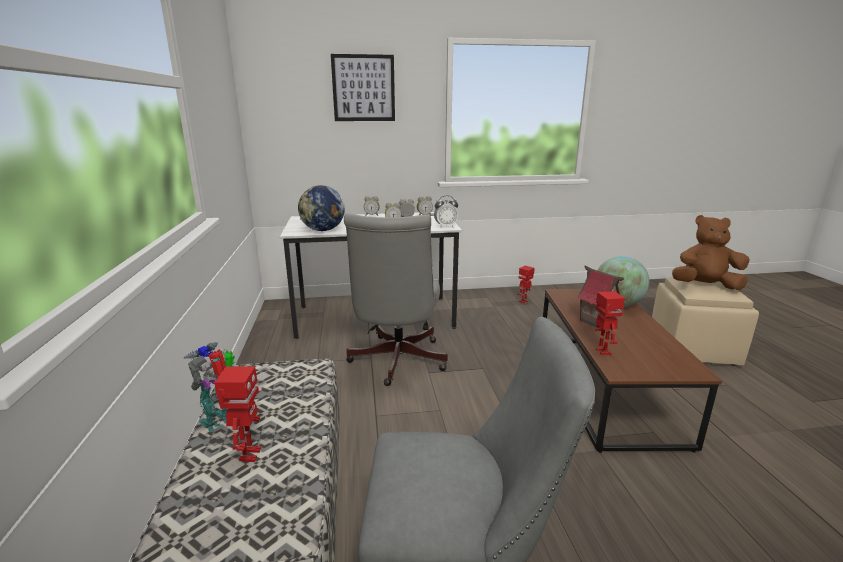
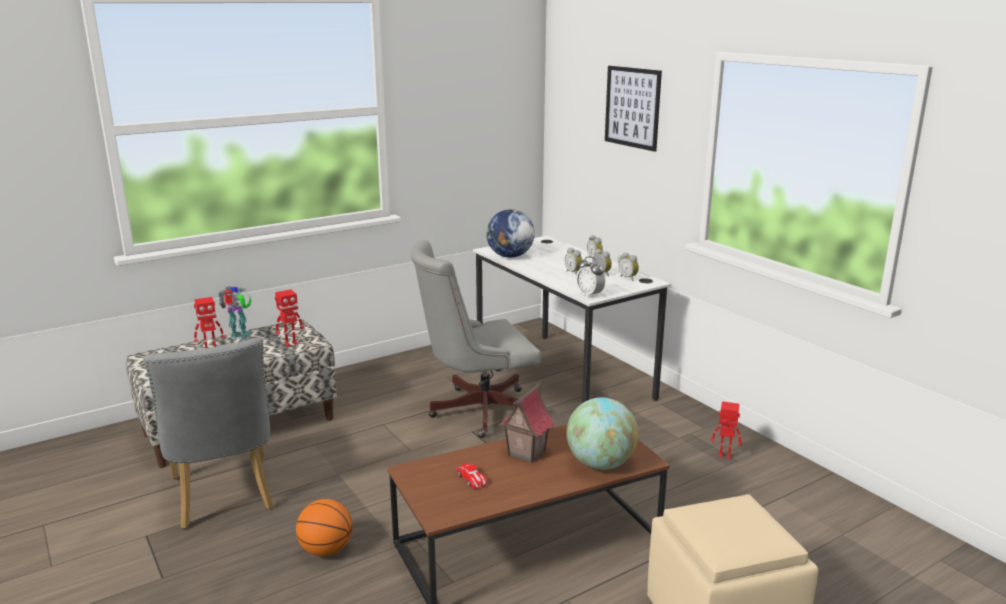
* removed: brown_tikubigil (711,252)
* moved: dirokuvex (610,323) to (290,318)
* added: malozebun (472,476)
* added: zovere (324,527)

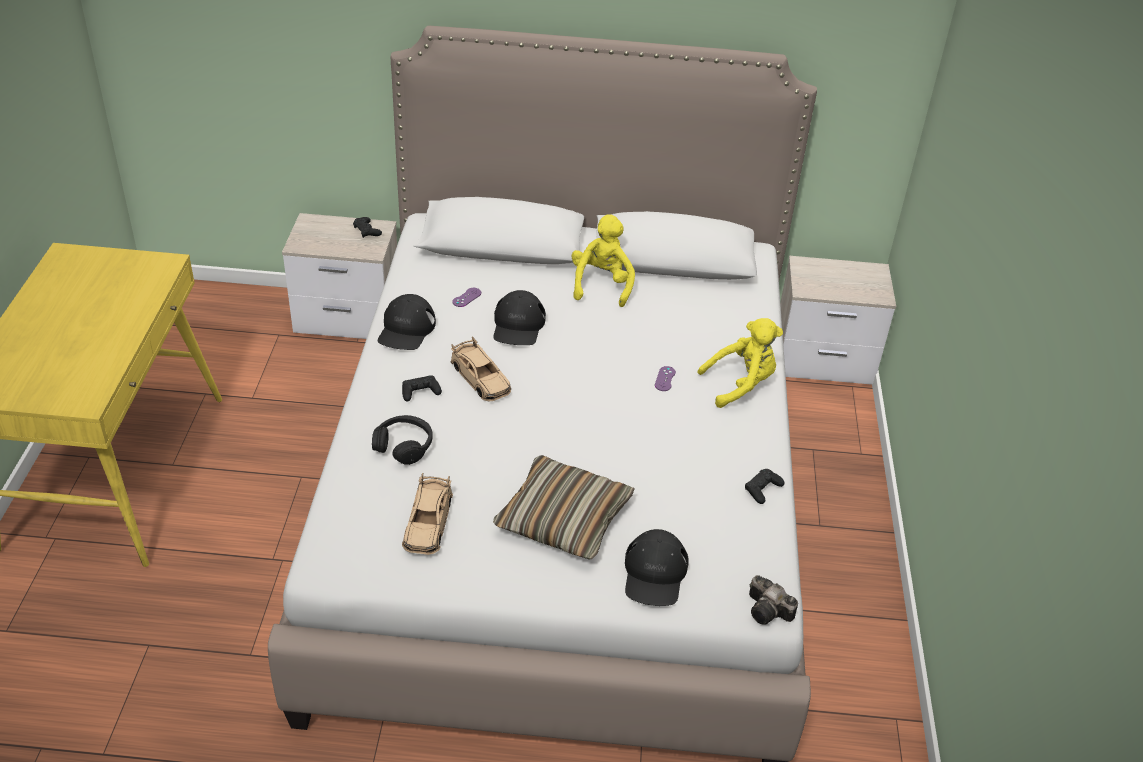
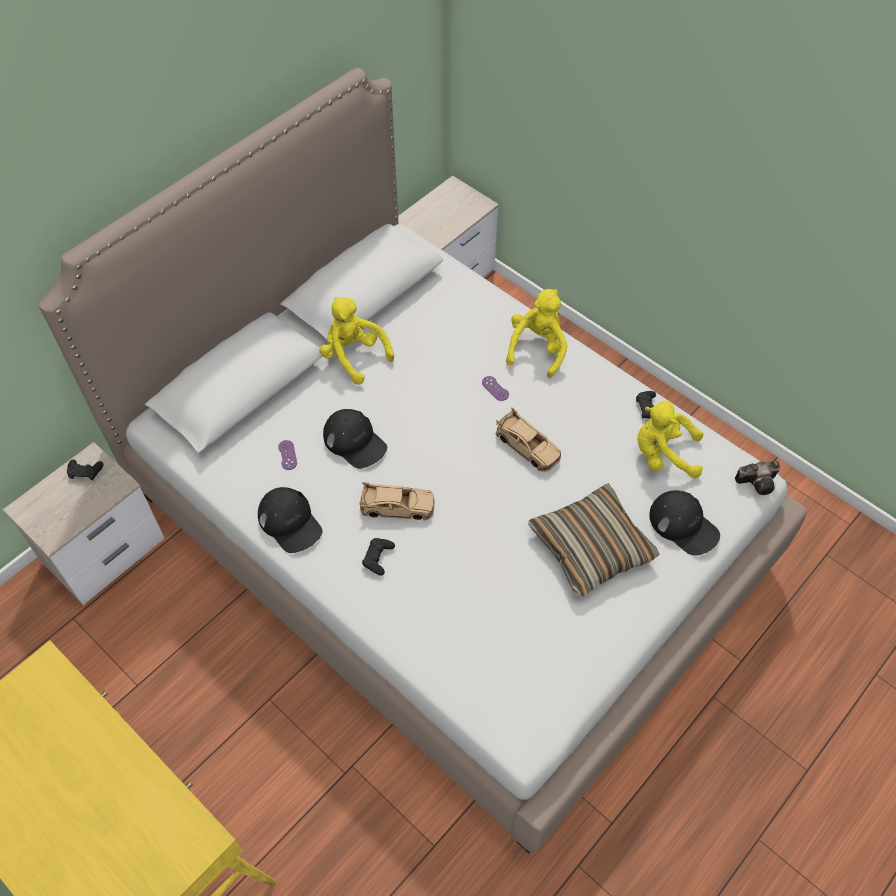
* removed: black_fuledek (402,440)
* moved: beige_malozebun (427,514) to (528,440)
* added: yellow_tikubigil (670,440)

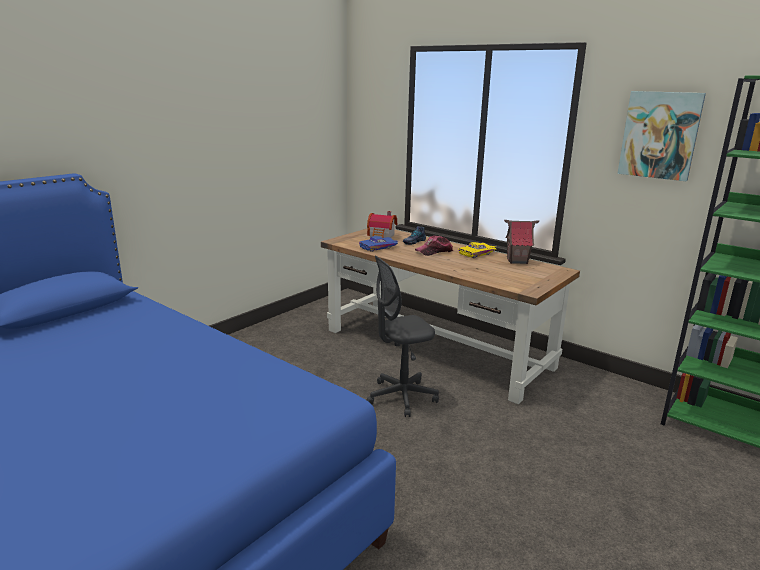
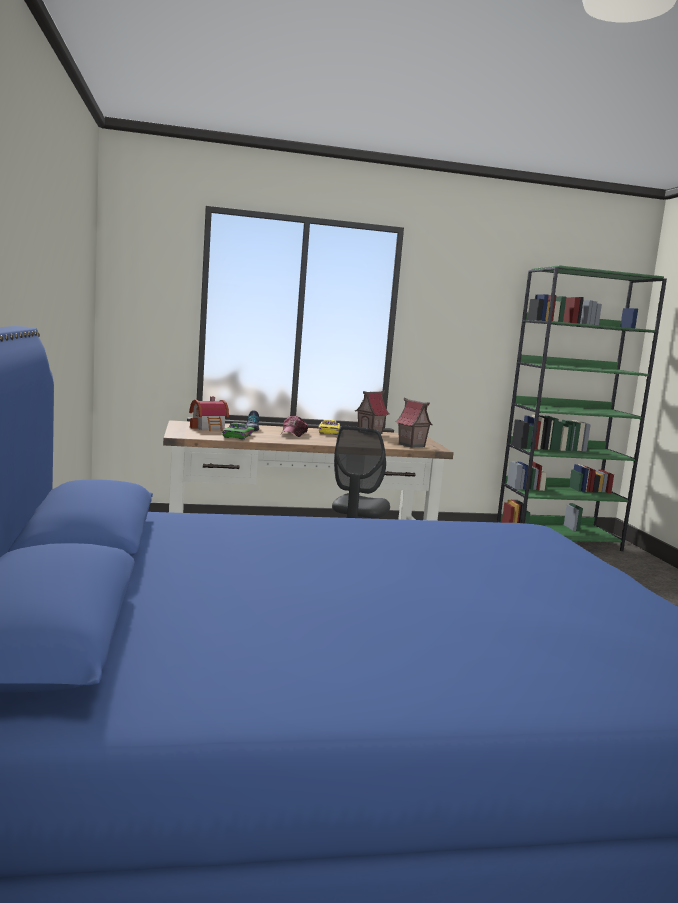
* removed: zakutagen (661,136)
* recoloured: blue_malozebun (378,244) to green_malozebun (238,431)
* added: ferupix (414,423)

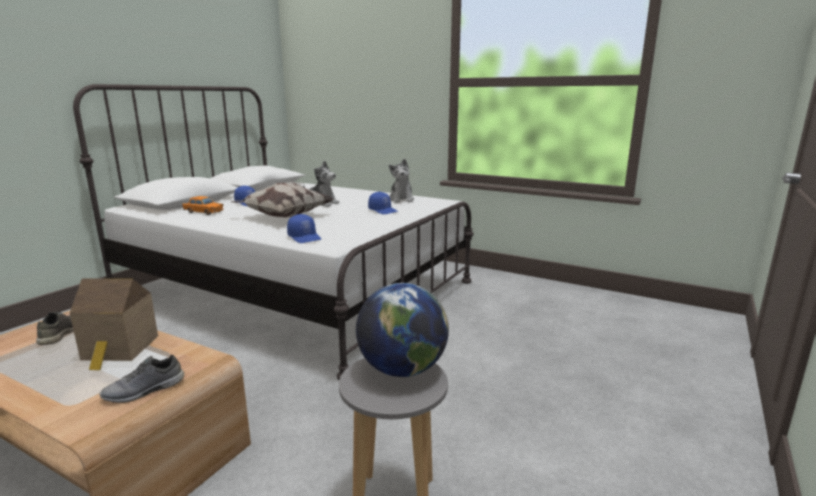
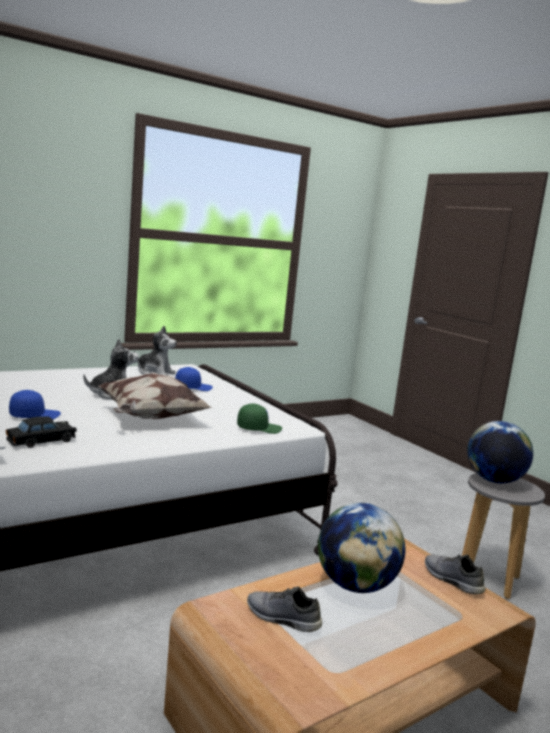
* recoloured: orange_malozebun (203,205) to black_malozebun (41,432)
* recoloured: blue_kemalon (304,228) to green_kemalon (259,419)
* replaced: ferupix (114,324) to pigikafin (361,548)
* turned: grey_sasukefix (141,379) = (455,574) 150 degrees clockwise

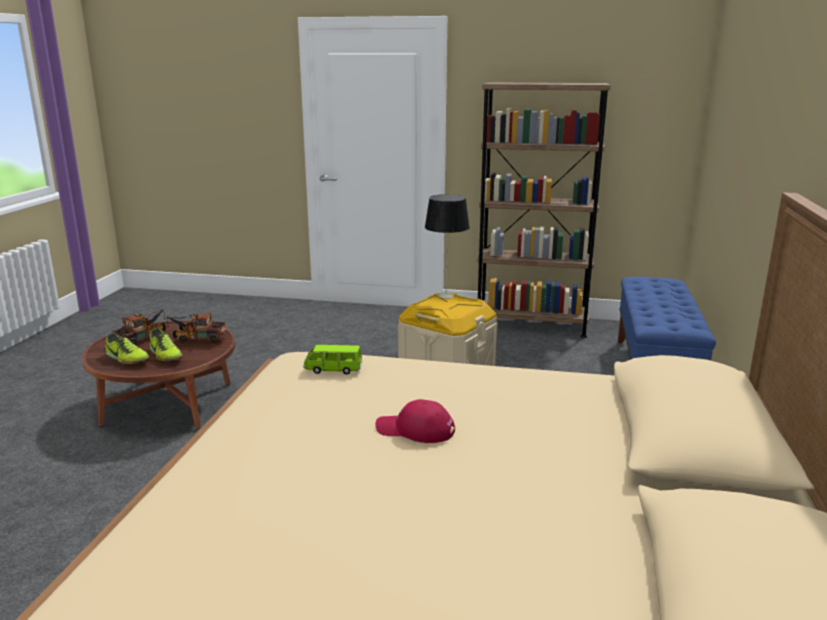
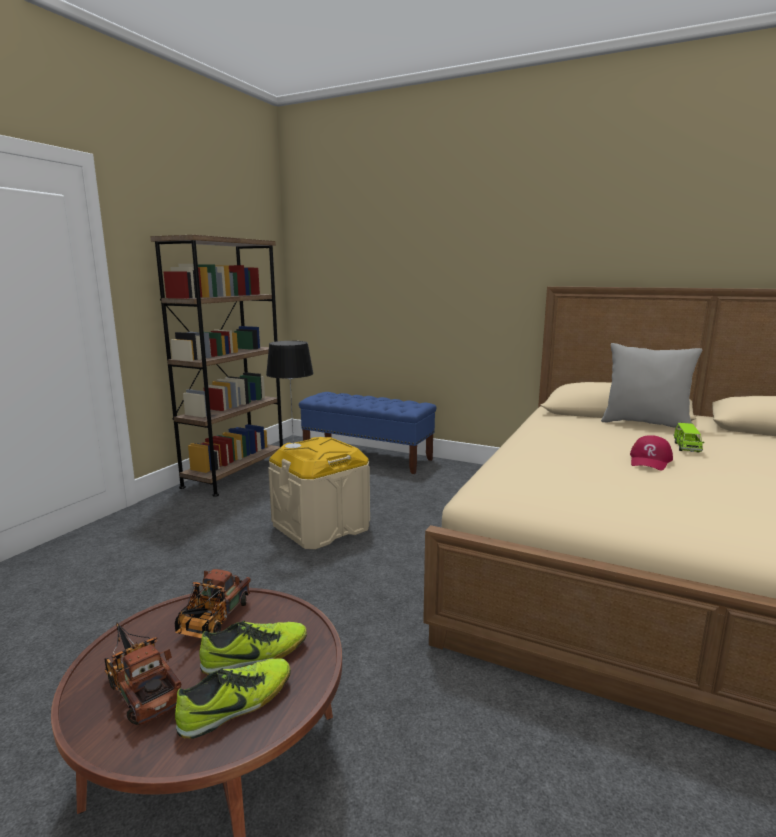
* moved: green_malozebun (333,359) to (689,438)
* added: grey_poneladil (651,386)

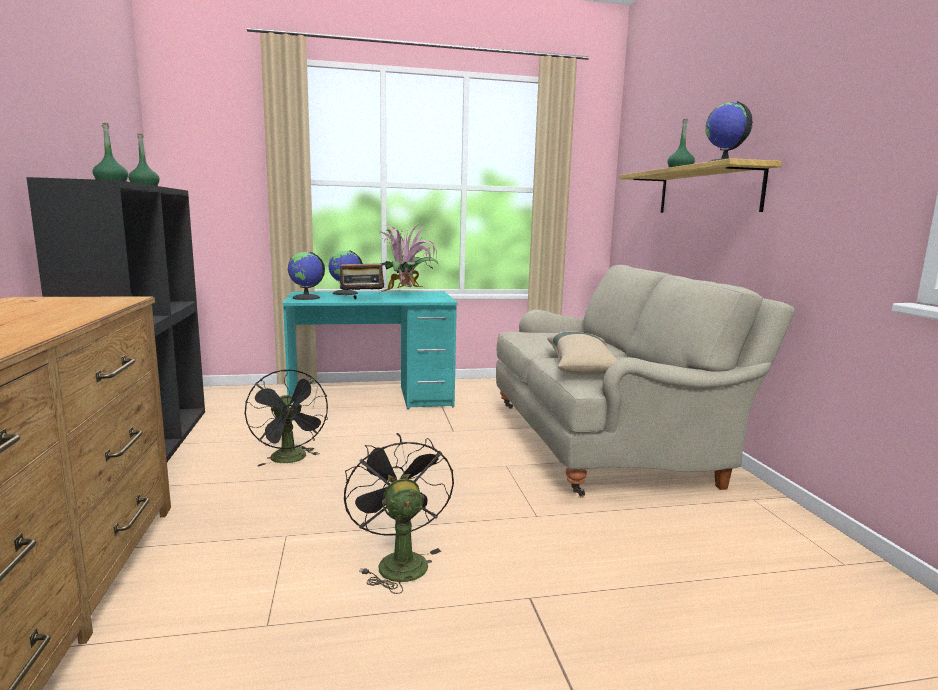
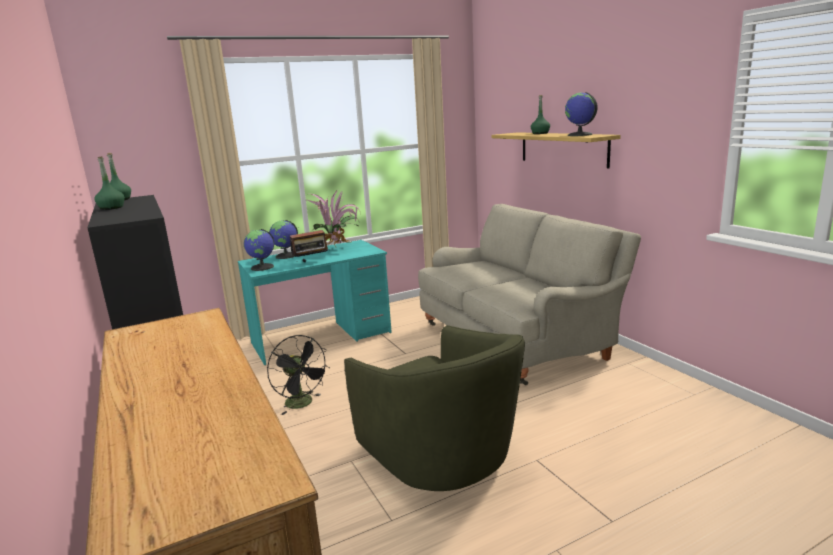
* removed: beige_poneladil (582,353)
* replaced: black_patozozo (399,513) to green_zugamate (434,408)

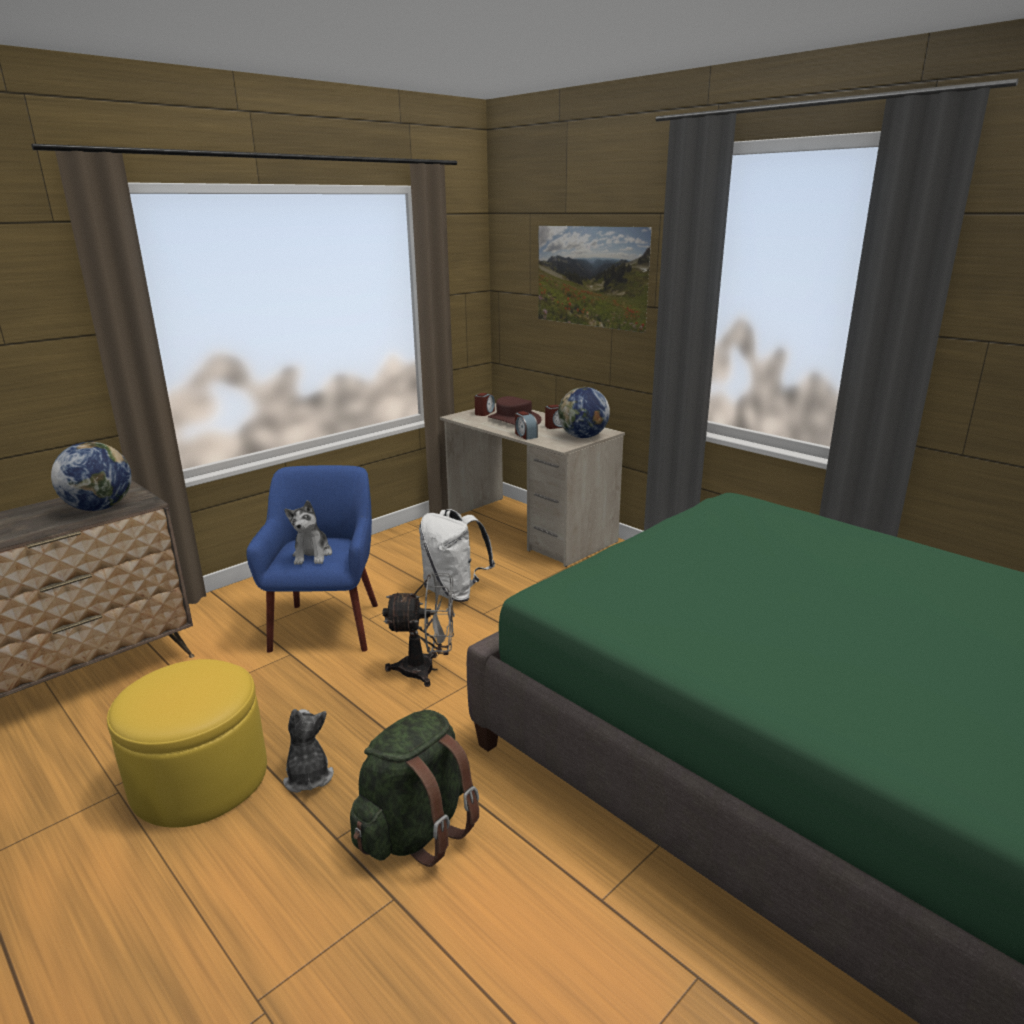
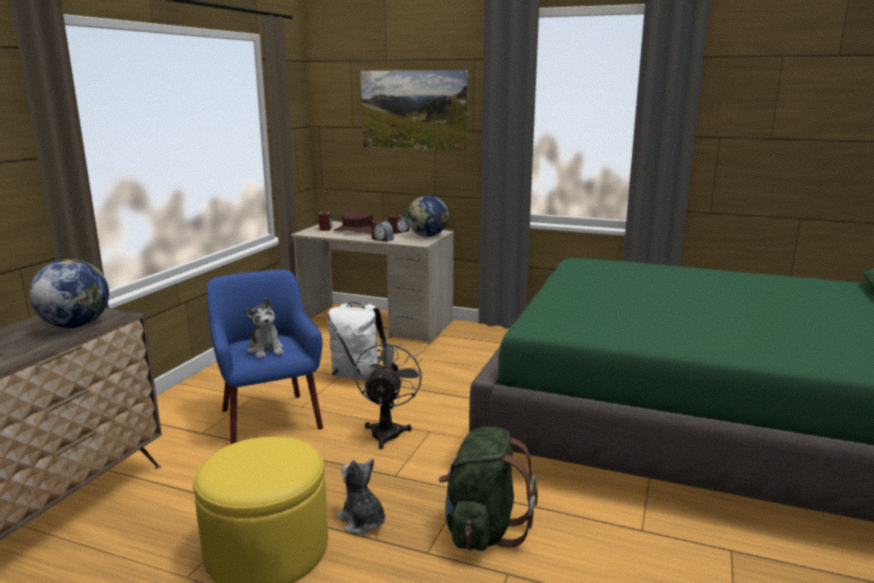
* turned: grey_patozozo (418,629) = (388,394) 60 degrees counterclockwise

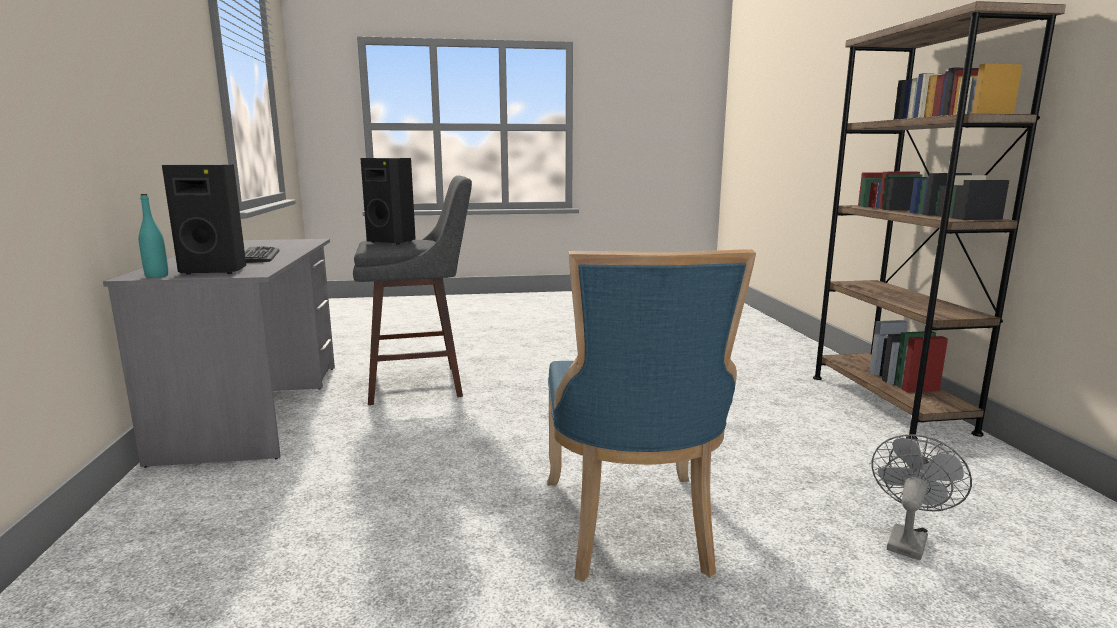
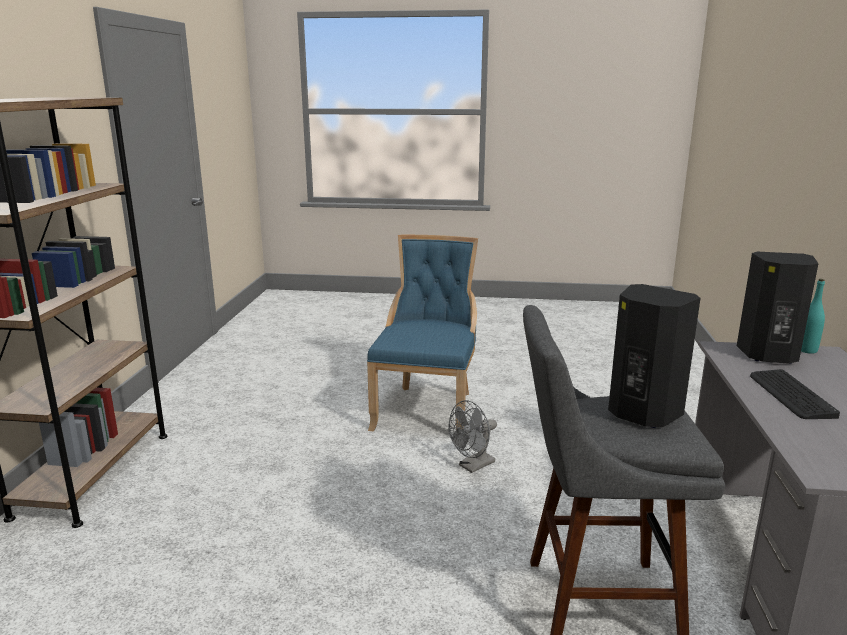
* moved: grey_patozozo (921,497) to (472,436)

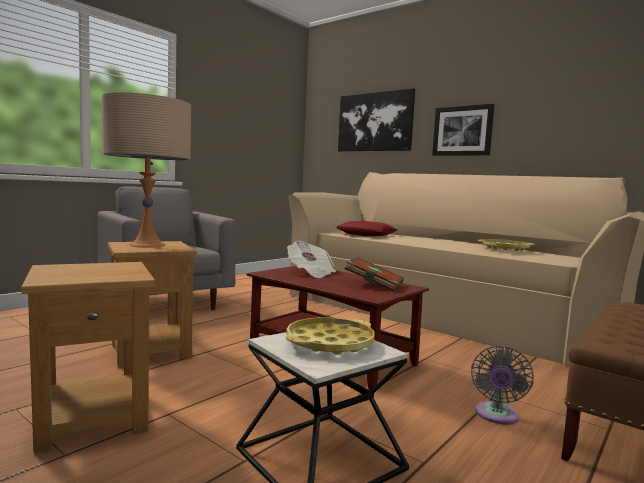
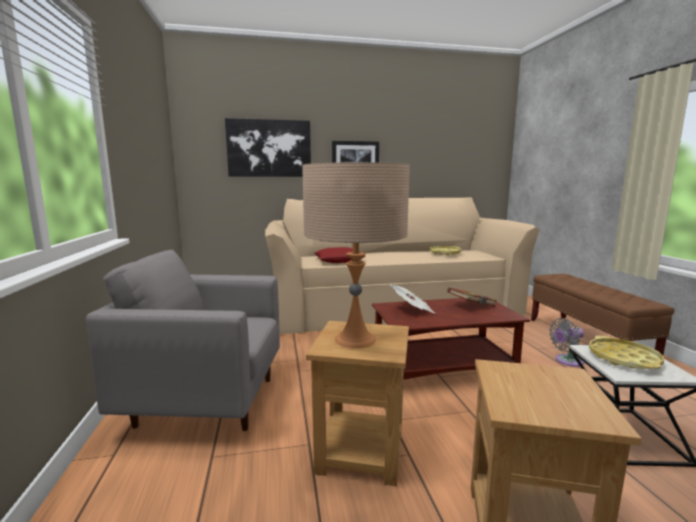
* turned: grey_patozozo (502,385) = (566,342) 105 degrees clockwise

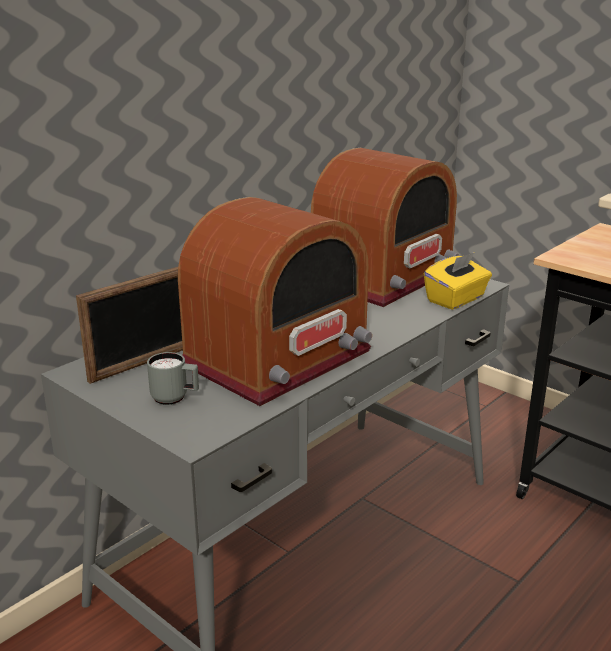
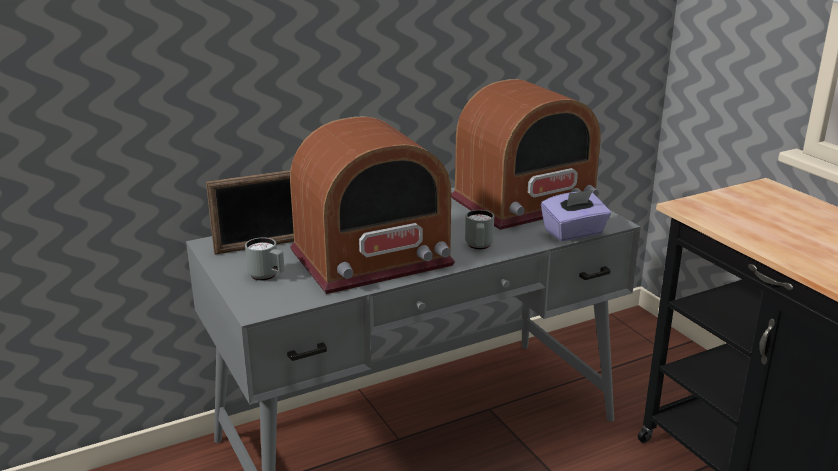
* recoloured: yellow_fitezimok (458,281) to purple_fitezimok (576,215)
* added: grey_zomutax (479,230)

